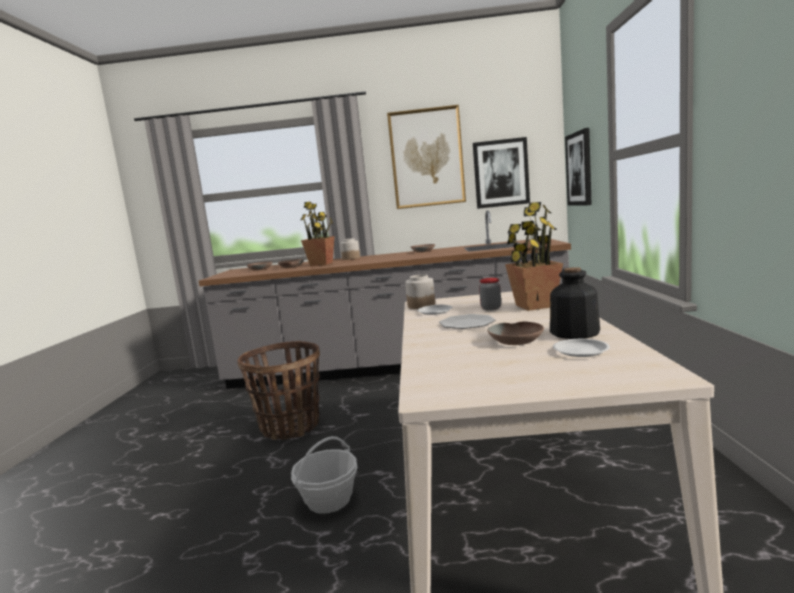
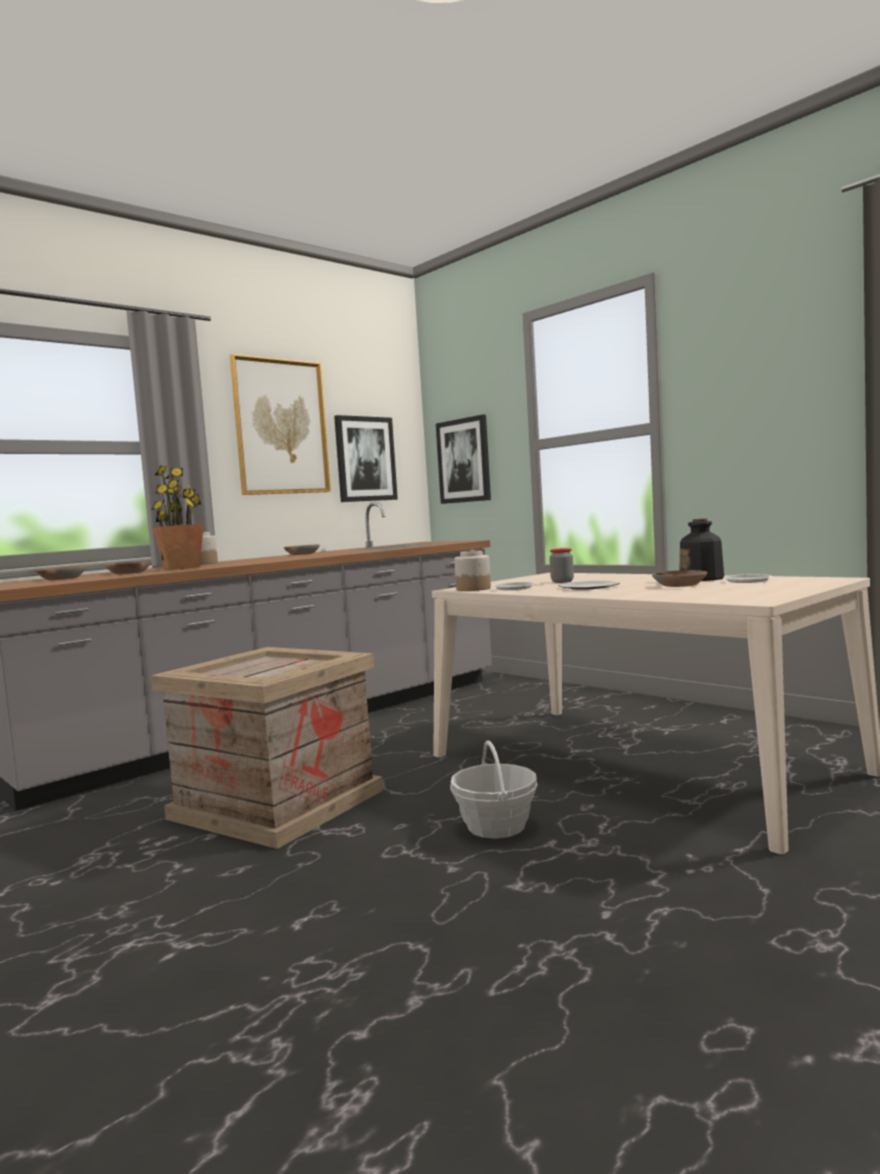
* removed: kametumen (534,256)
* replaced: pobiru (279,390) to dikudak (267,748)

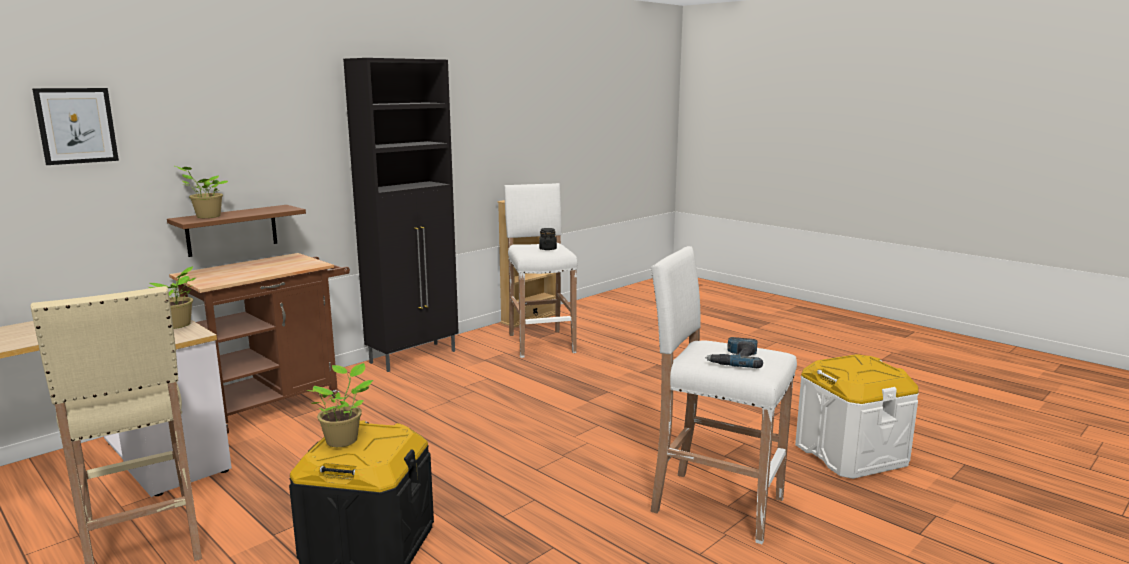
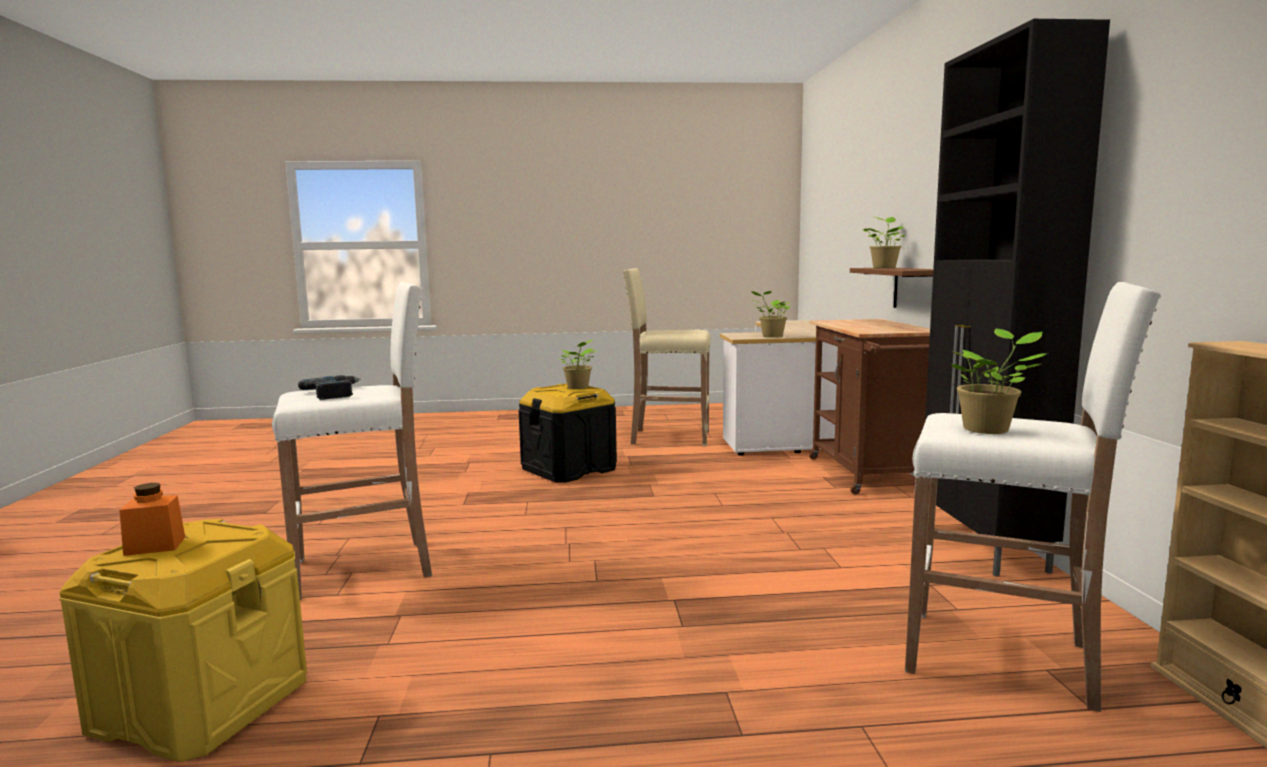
* removed: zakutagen (75,126)
* replaced: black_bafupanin (548,239) to kametumen (1000,381)
* recoloured: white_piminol (857,416) to yellow_piminol (183,640)
* added: orange_bafupanin (152,519)

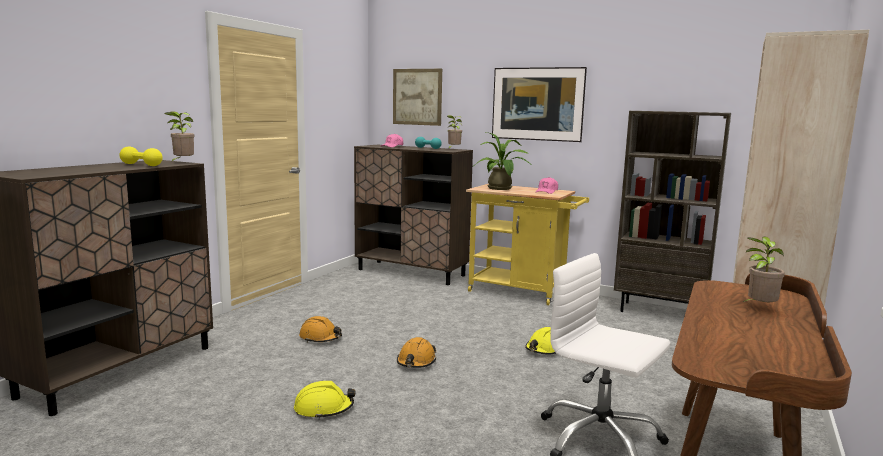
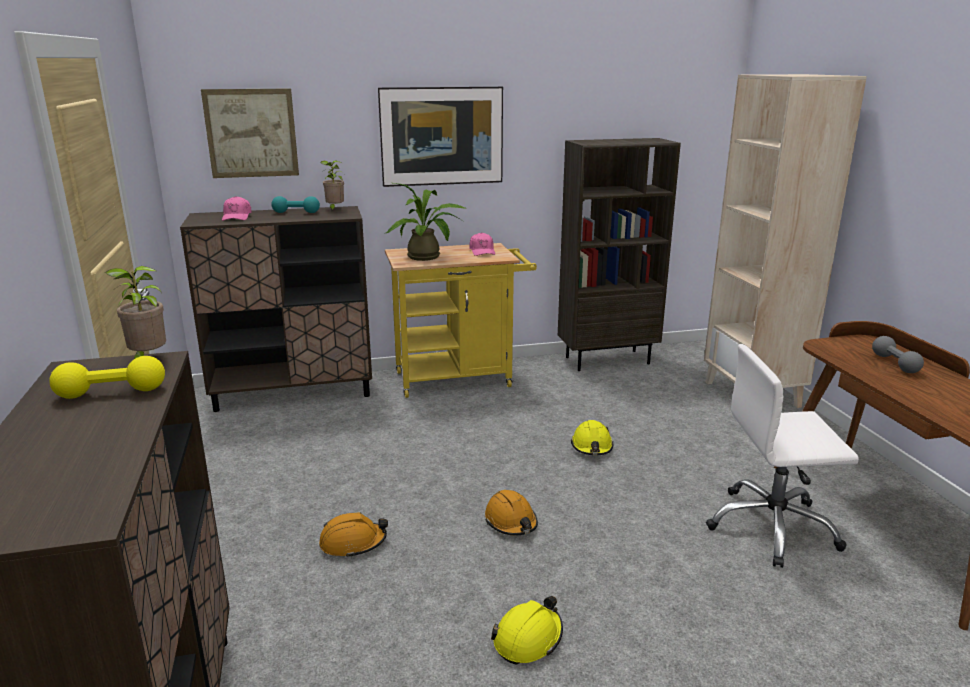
* replaced: kametumen (764,269) to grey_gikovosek (898,354)

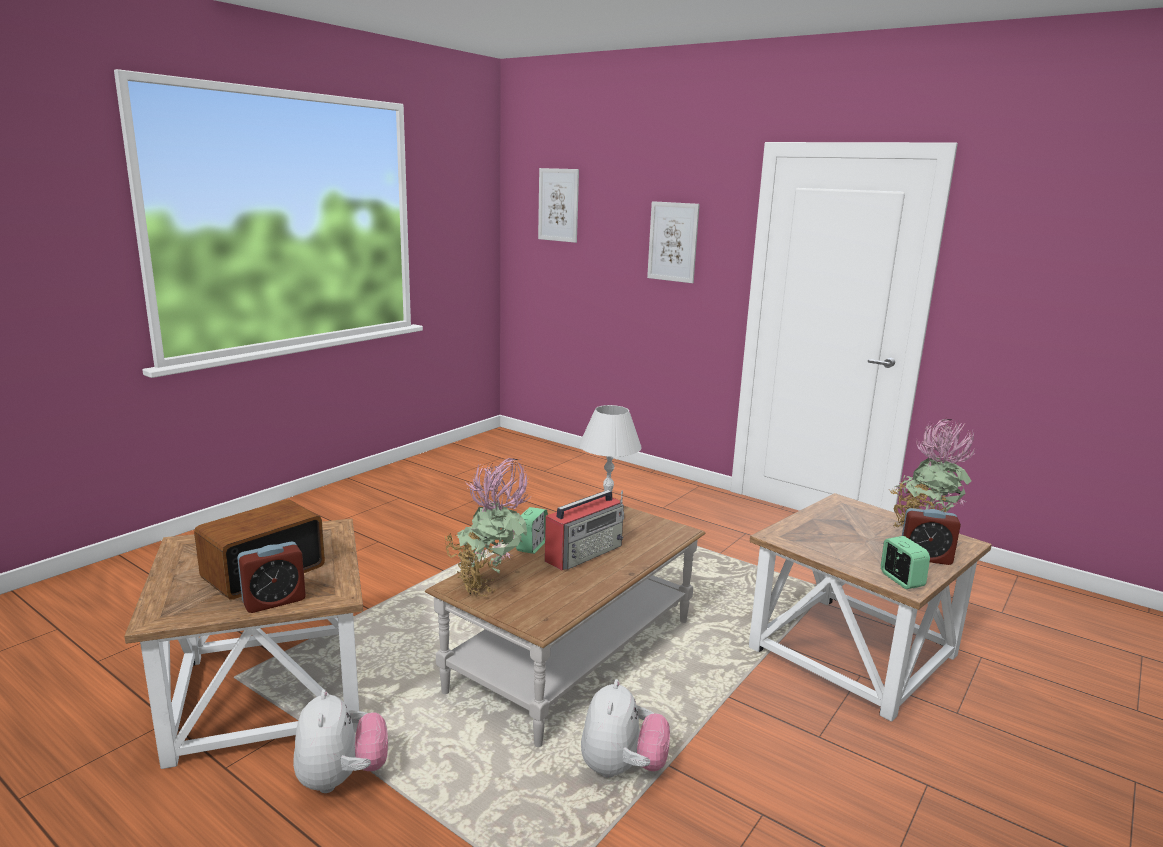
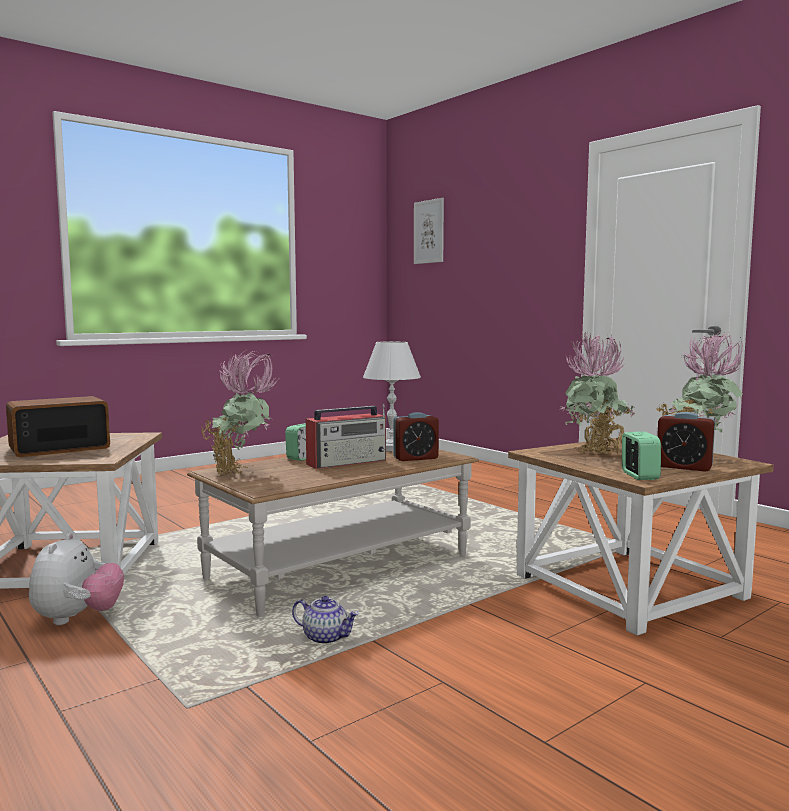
* removed: zakutagen (673,242)
* moved: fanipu (271,577) to (416,436)
* replaced: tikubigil (625,728) to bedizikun (325,619)
* added: kametumen (598,393)

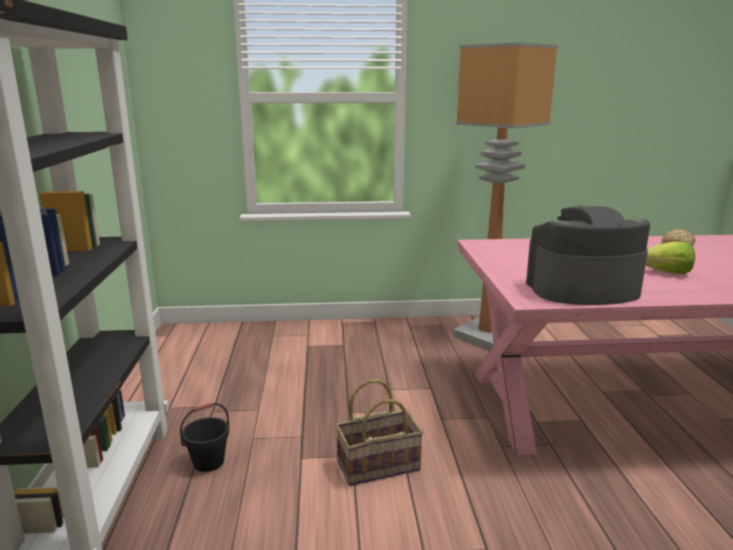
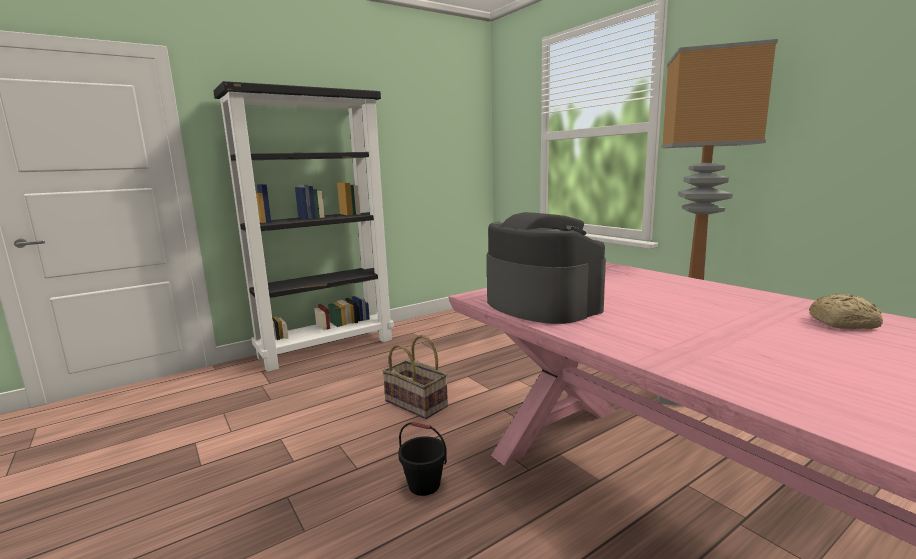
* removed: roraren (670,257)
* moved: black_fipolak (205,437) to (422,459)

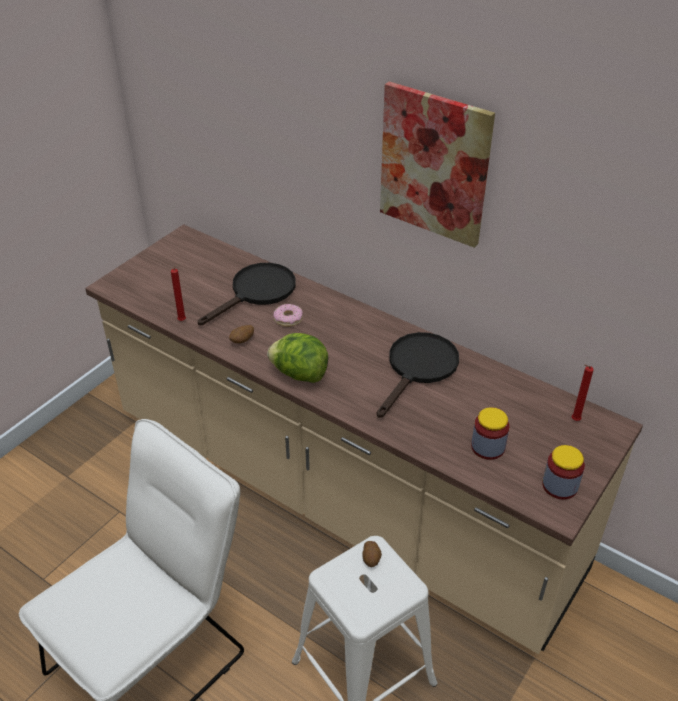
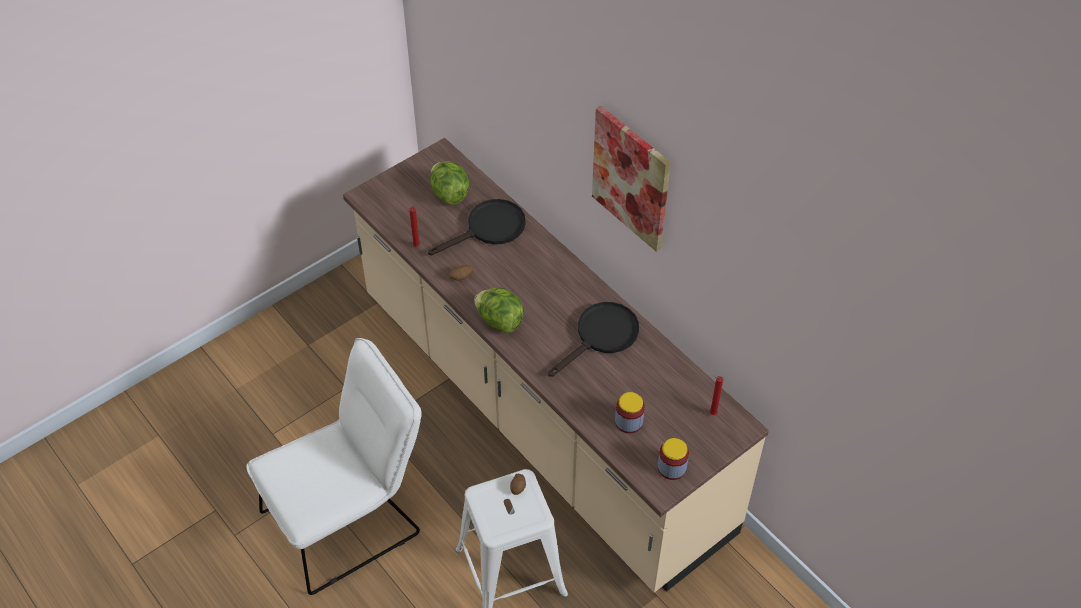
* removed: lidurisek (288,315)
* added: roraren (449,183)

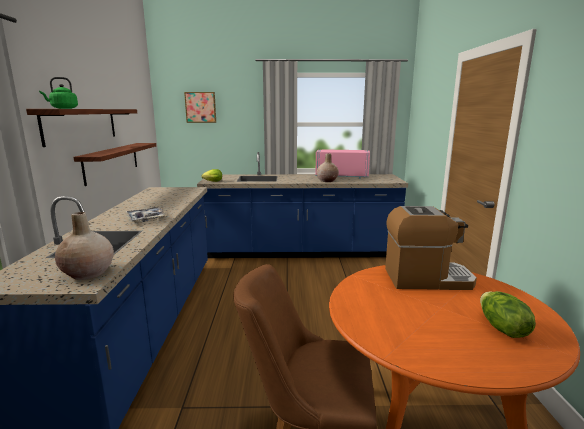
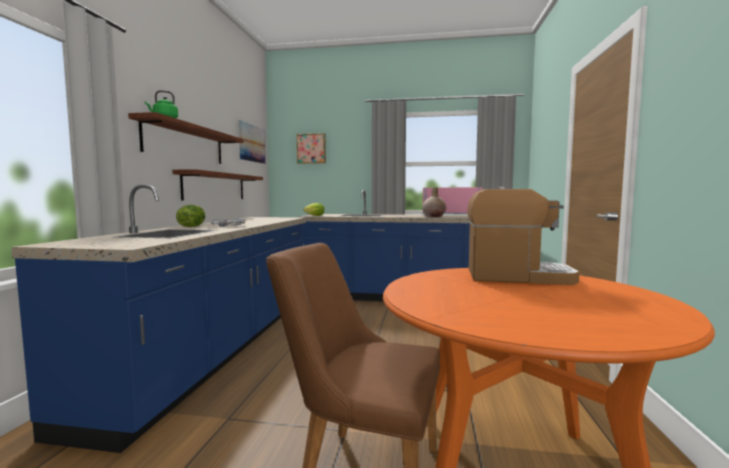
* removed: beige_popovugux (84,246)
* moved: roraren (508,314) to (190,216)
* added: zakutagen (252,142)

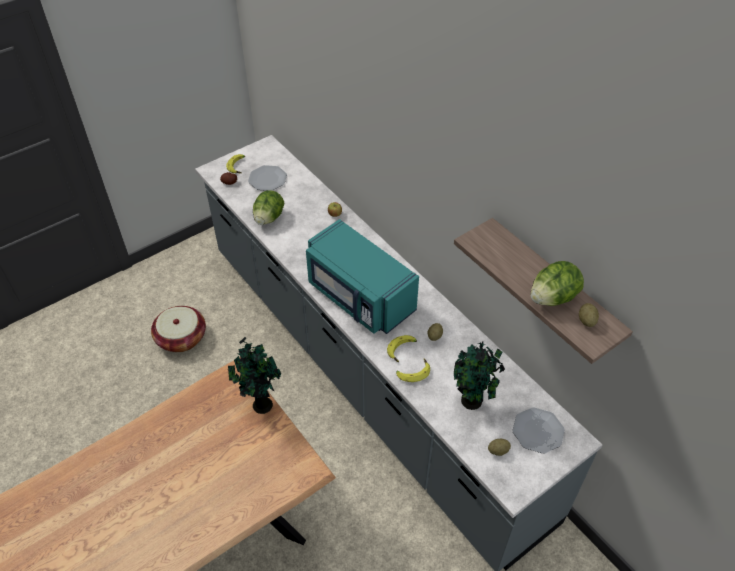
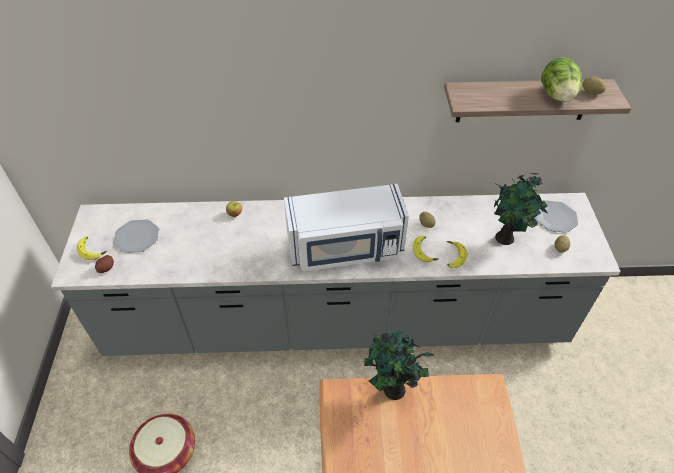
* removed: roraren (268,207)
* recoloured: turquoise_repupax (362,276) to white_repupax (346,228)

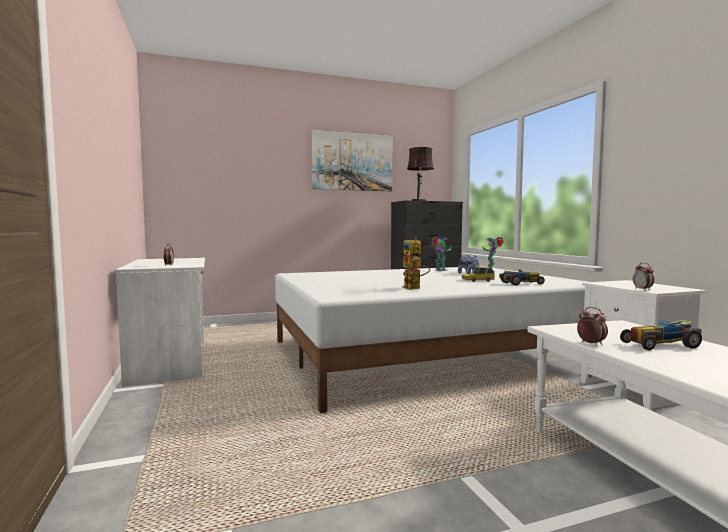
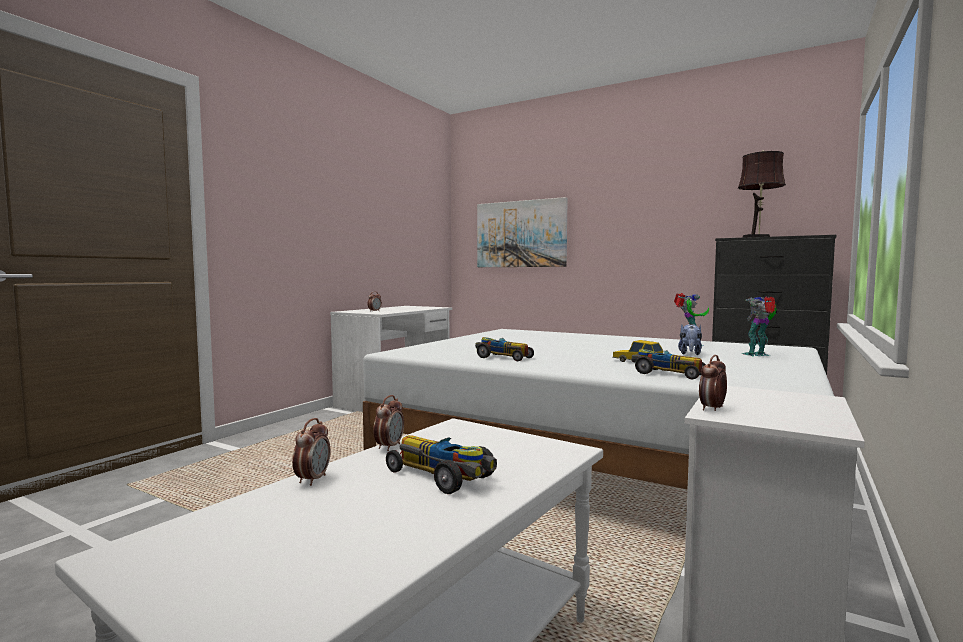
* moved: zakutagen (352,160) to (522,232)
* replaced: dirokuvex (416,264) to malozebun (504,349)
* added: fanipu (311,452)

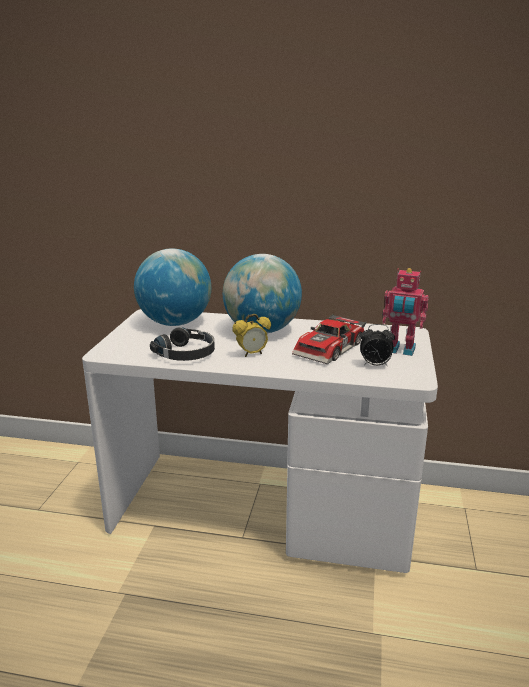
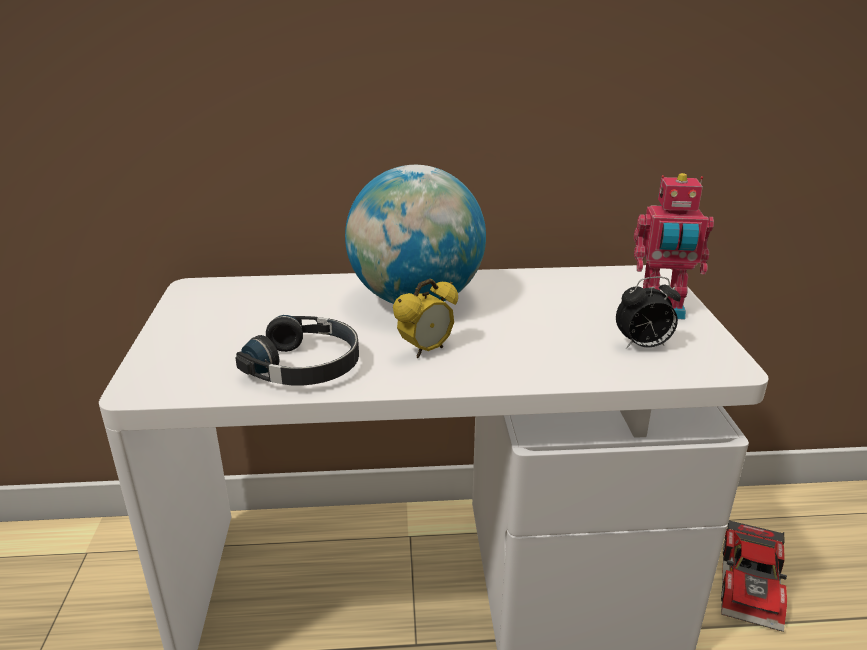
* removed: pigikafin (172,287)
* moved: malozebun (329,339) to (754,576)

